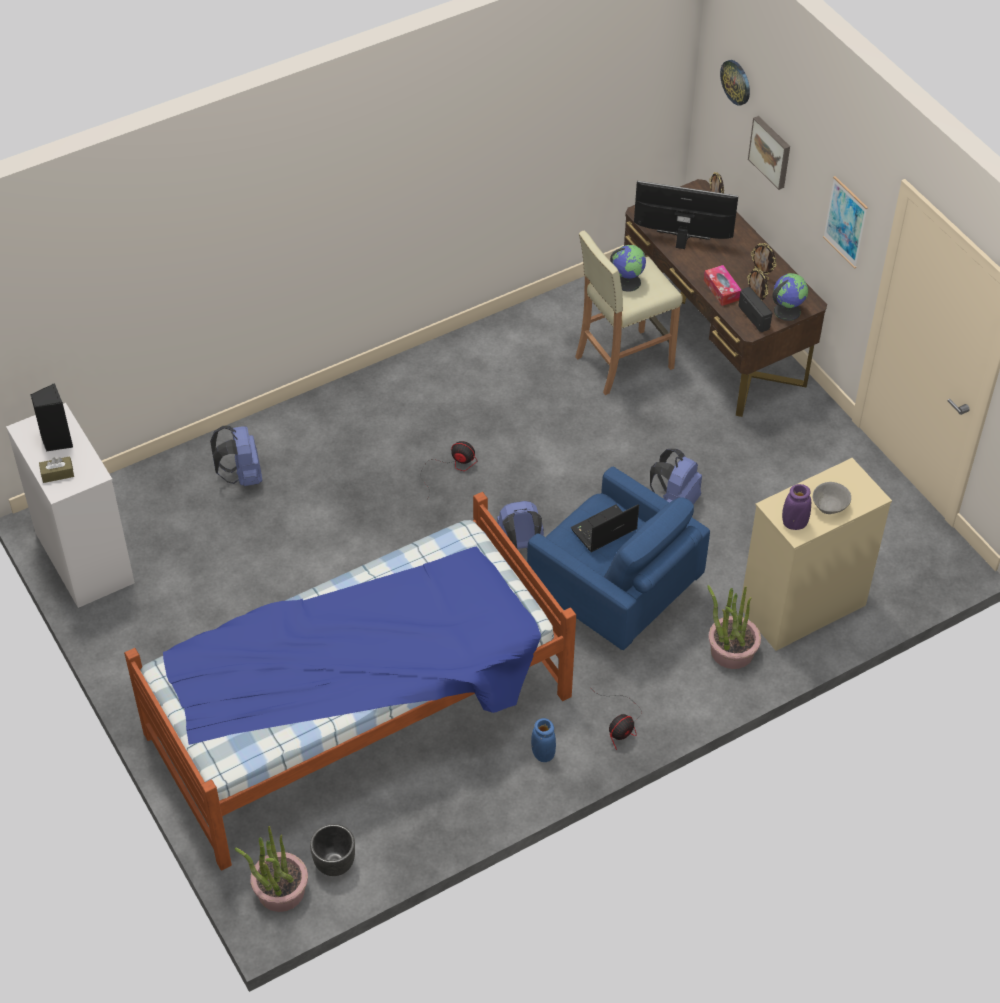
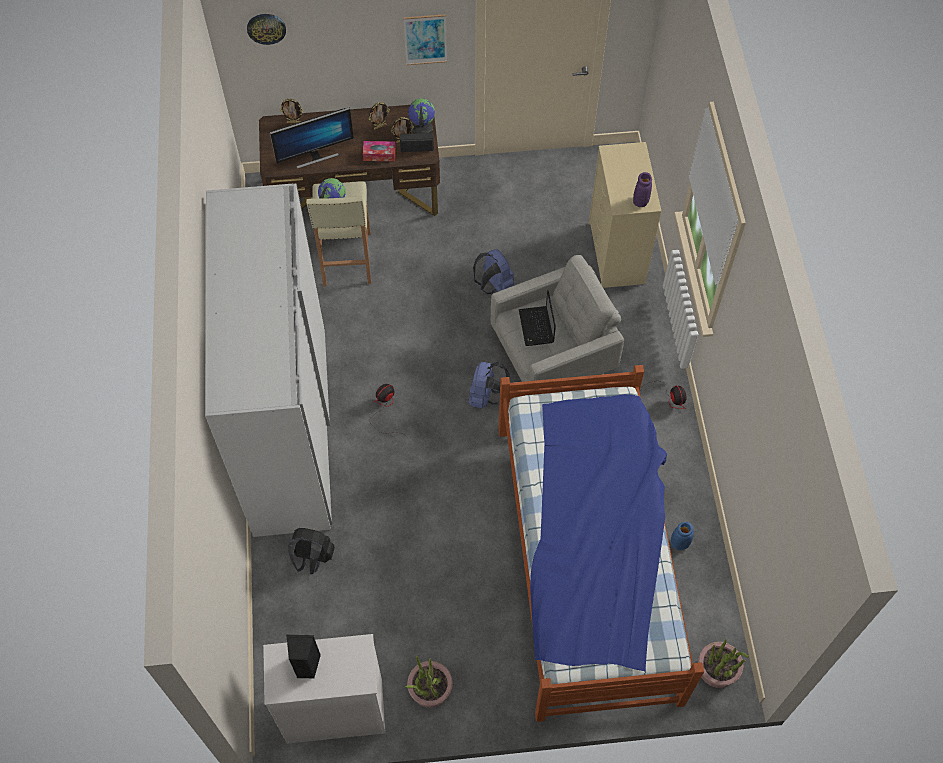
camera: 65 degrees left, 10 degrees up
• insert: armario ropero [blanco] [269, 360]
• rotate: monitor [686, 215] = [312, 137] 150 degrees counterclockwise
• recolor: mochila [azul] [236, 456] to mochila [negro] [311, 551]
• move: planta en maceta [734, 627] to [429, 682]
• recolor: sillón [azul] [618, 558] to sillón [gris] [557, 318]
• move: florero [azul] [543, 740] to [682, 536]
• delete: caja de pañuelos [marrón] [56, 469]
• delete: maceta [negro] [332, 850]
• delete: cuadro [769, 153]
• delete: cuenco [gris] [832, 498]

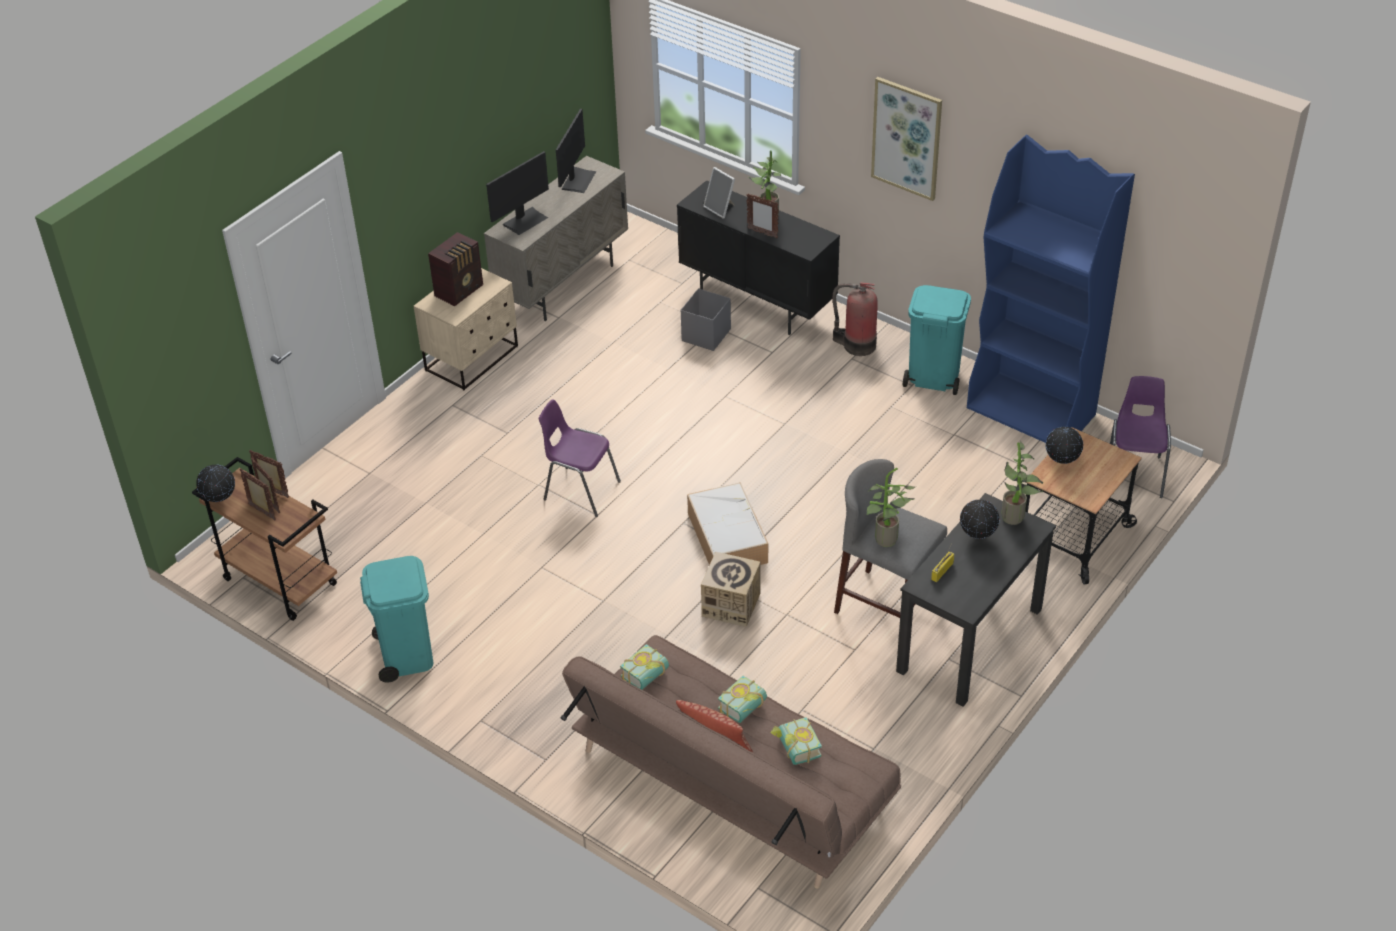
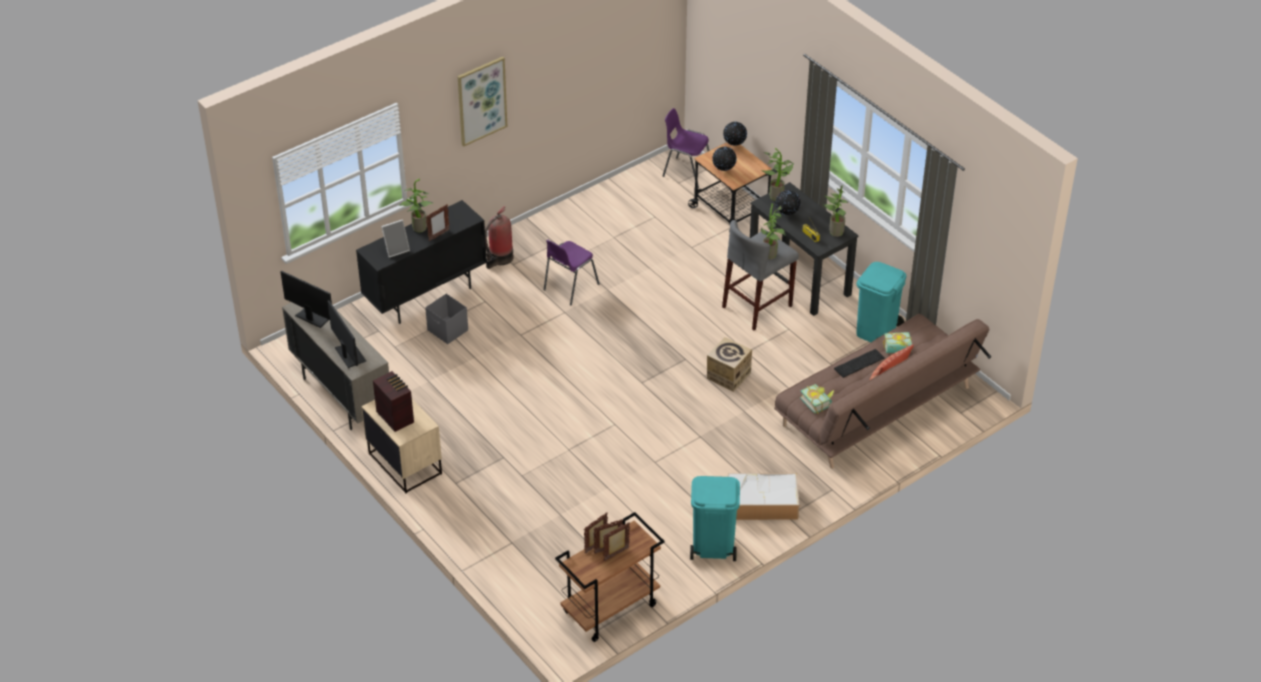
camera: 75 degrees left, 0 degrees up
• move: silla [morado] [580, 458] to [571, 272]
• move: globo terráqueo [215, 483] to [735, 134]
• move: caja de almacenaje [727, 523] to [763, 496]
• insert: planta en maceta [835, 211]
• replace: libro [742, 699] to teclado [859, 363]
• move: papelera [turquesa] [937, 340] to [881, 302]
• delete: estantería [azul] [1051, 288]

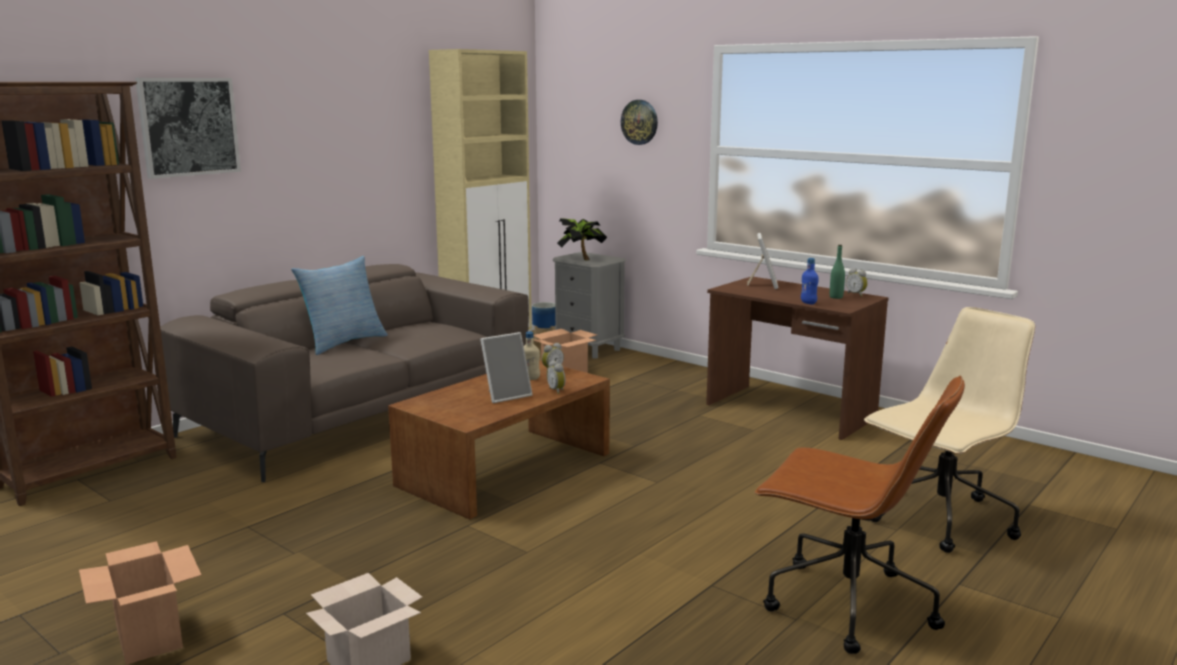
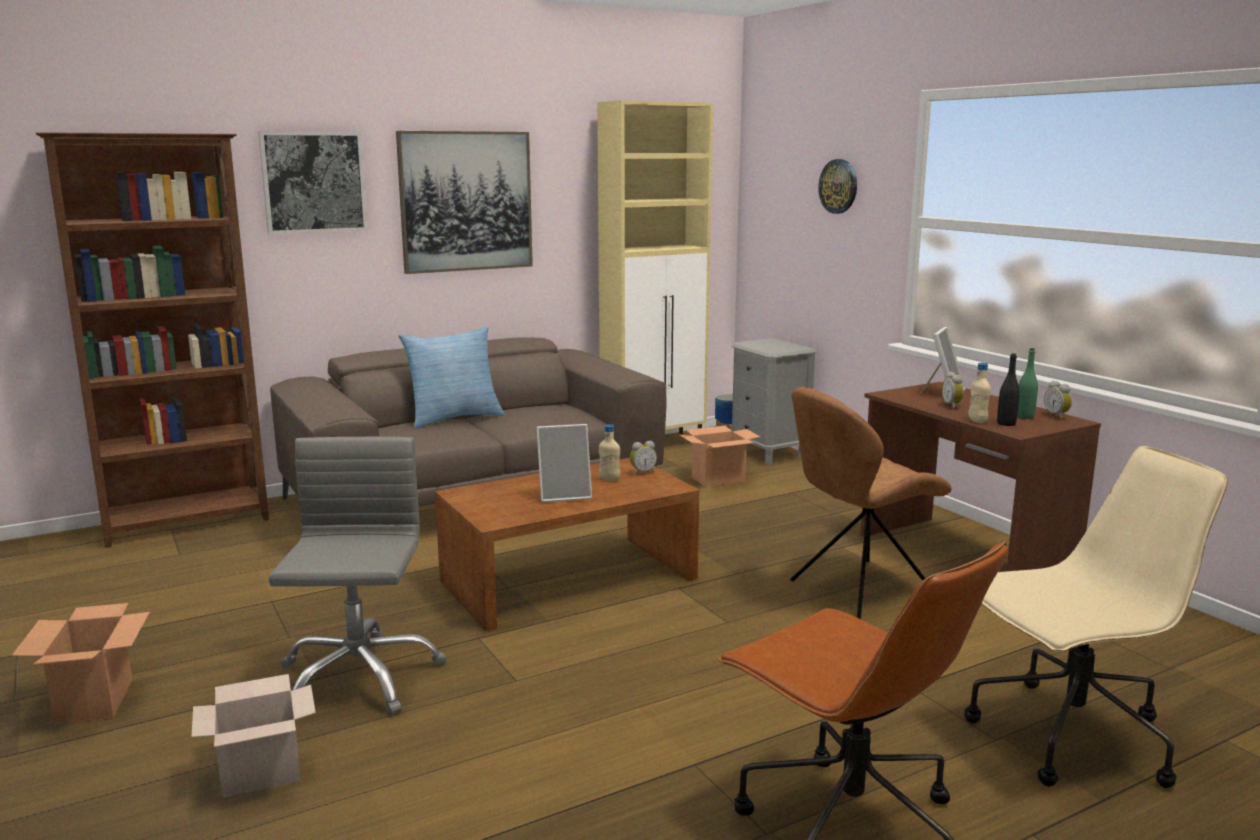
camera: 20 degrees right, 0 degrees up
• insert: silla de oficina [gris] [357, 576]
• insert: cuadro [464, 202]
• insert: silla [marrón] [871, 503]
• move: despertador [556, 377] to [953, 390]
• recolor: botella [azul] [810, 281] to botella [beis] [979, 393]
• insert: botella [negro] [1008, 389]
• delete: planta en maceta [582, 239]

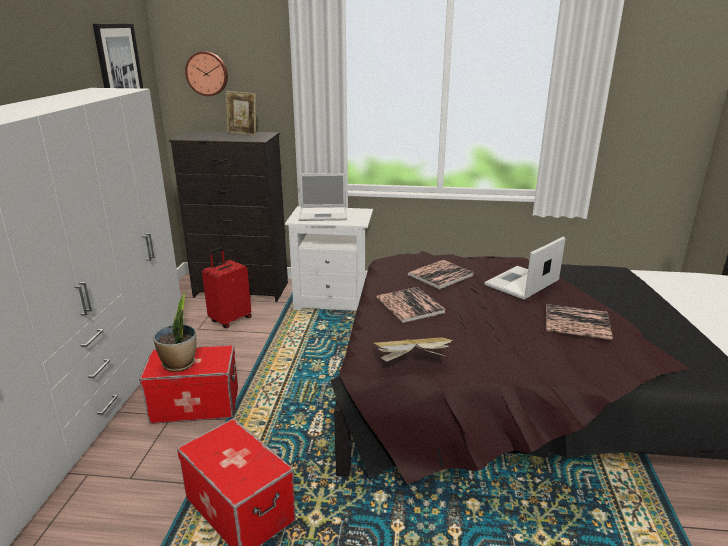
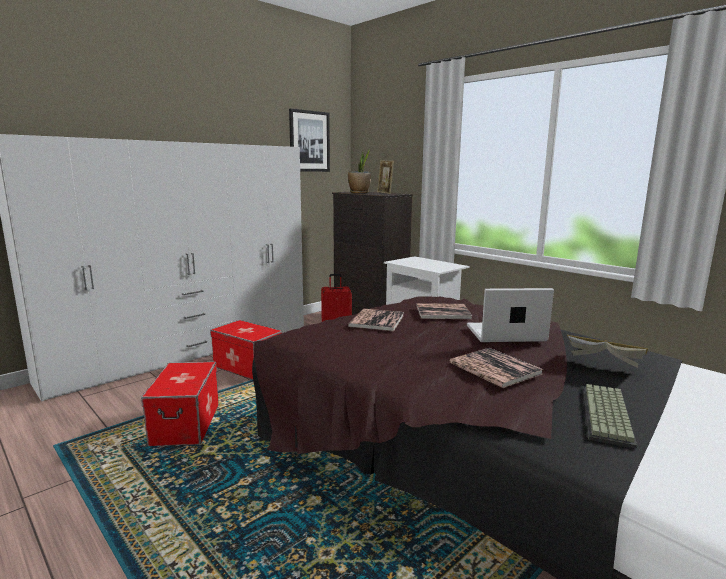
camera: 40 degrees right, 10 degrees down
• move: planta en maceta [175, 332] to [359, 171]
• move: libro [413, 349] to [607, 351]
• insert: teclado [609, 416]
• delete: reloj de pared [206, 73]
• delete: portátil [323, 197]

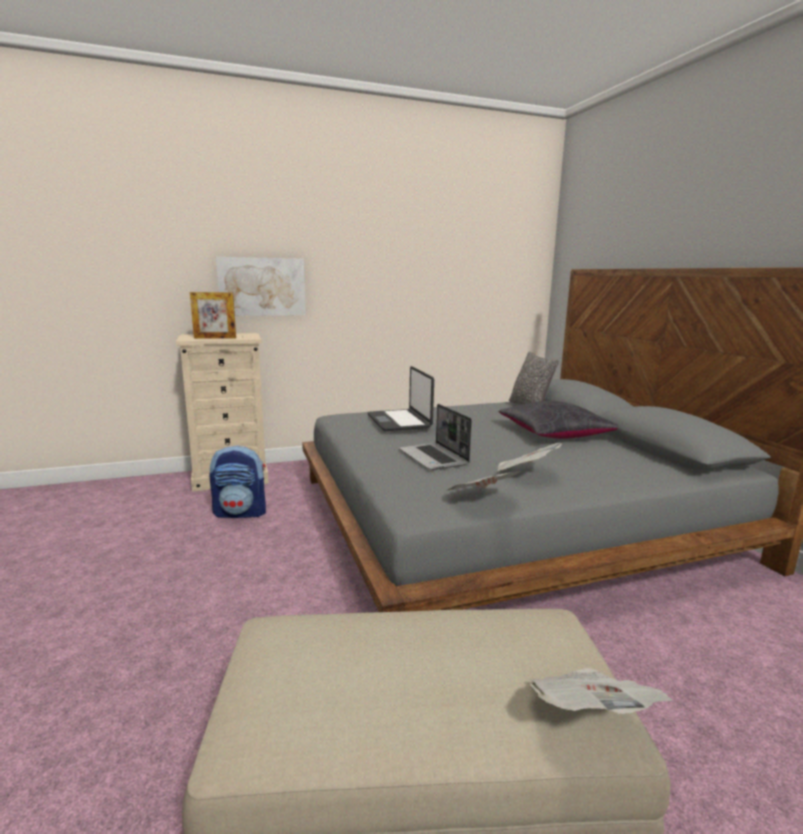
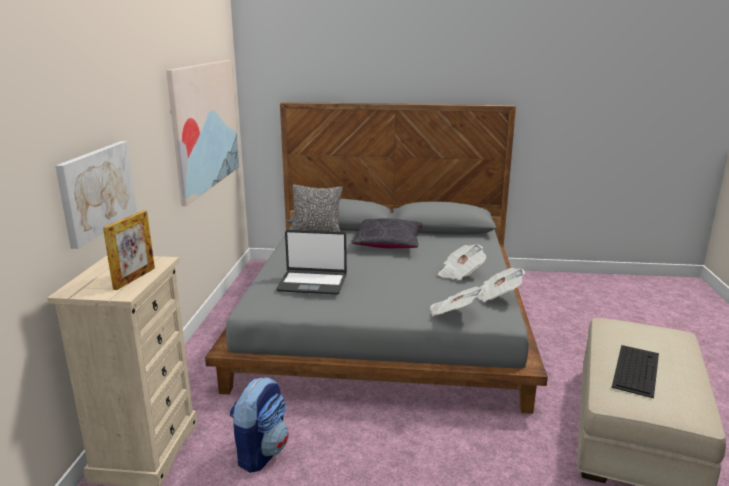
camera: 65 degrees left, 5 degrees up
• insert: cuadro [202, 133]
• move: periódico [601, 691] to [456, 301]
• insert: teclado [635, 371]
• delete: portátil [435, 437]

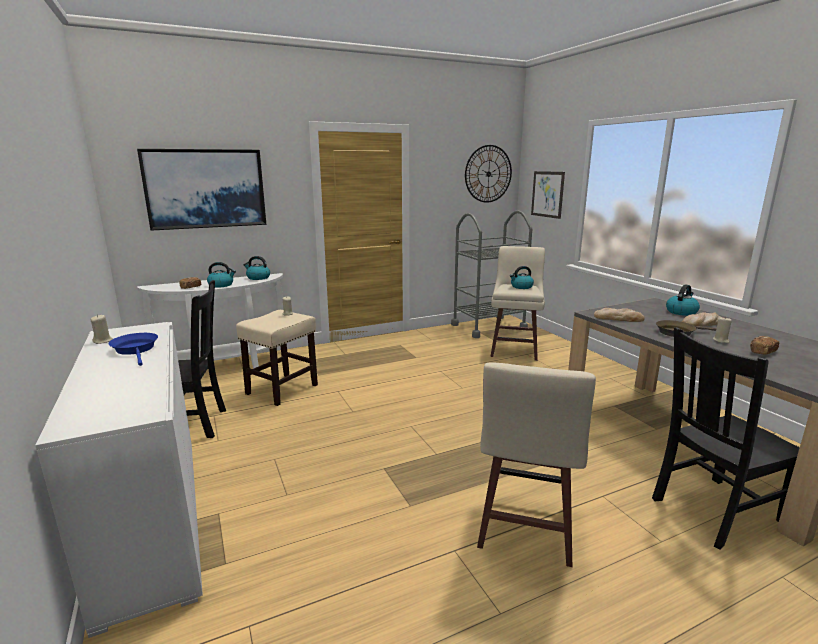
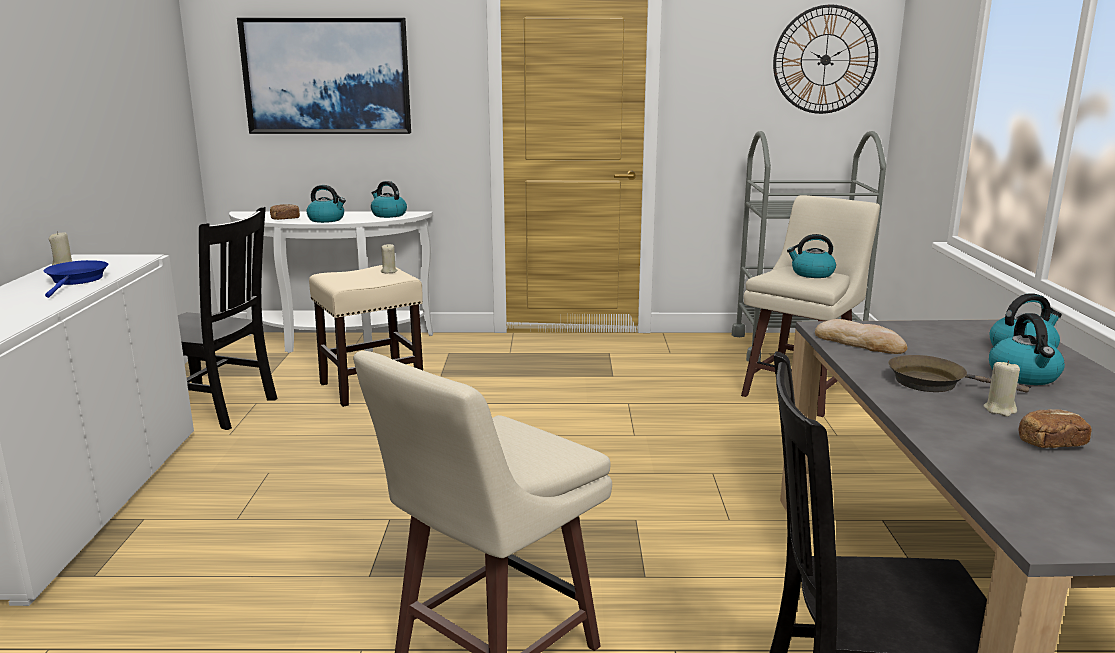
camera: 25 degrees right, 0 degrees up
• replace: pan [702, 319] to hervidor [1027, 349]
• delete: cuadro [548, 195]

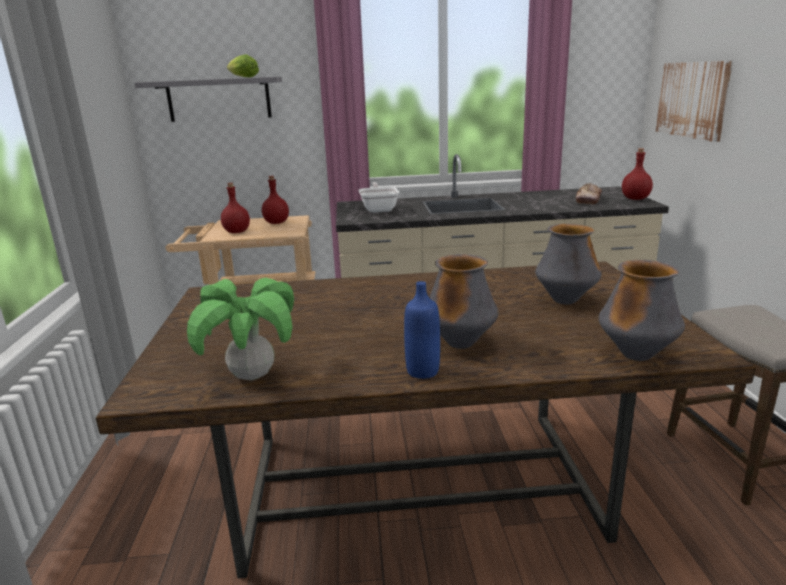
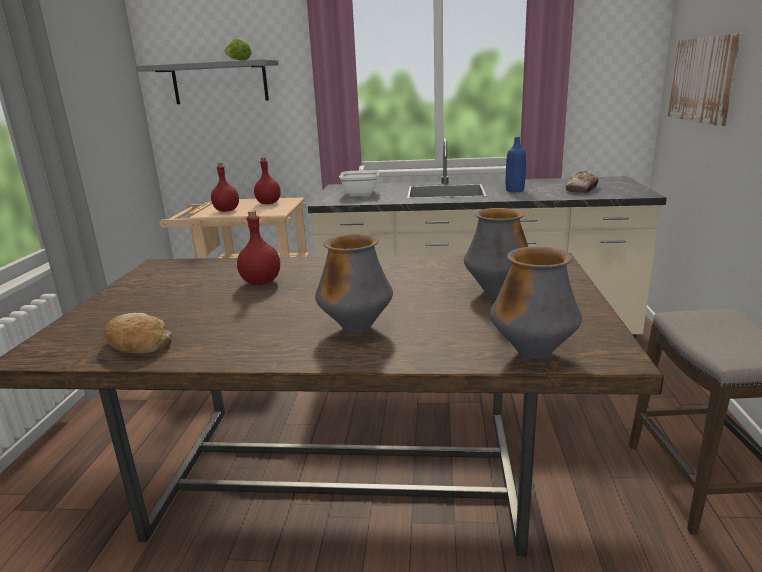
camera: 10 degrees right, 0 degrees up
• replace: planta en maceta [240, 329] to pan [138, 333]
• move: botella [rojo] [637, 174] to [258, 247]
• move: botella [azul] [422, 330] to [516, 164]

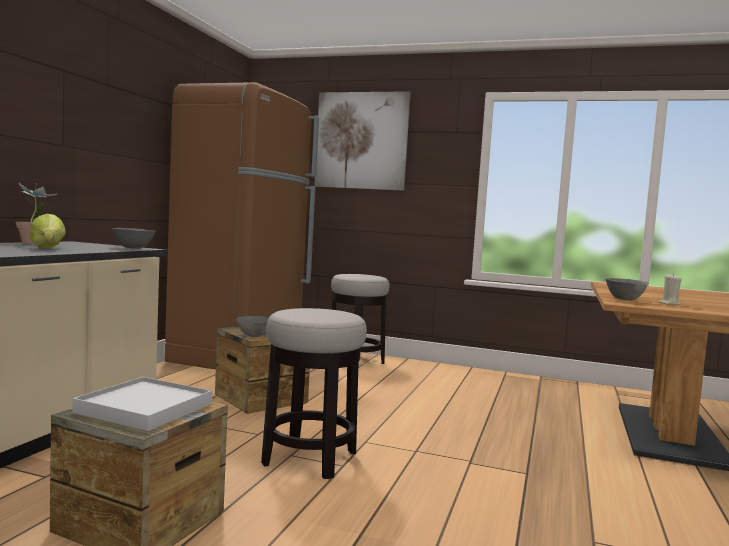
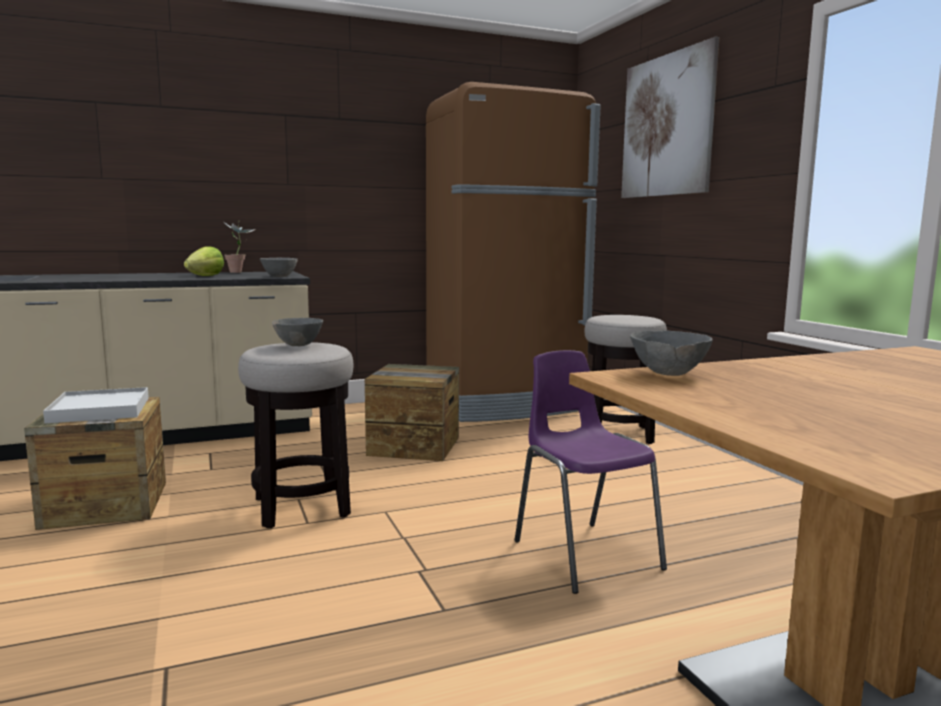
camera: 50 degrees right, 5 degrees up
• move: cuenco [gris] [252, 326] to [297, 332]
• insert: silla [morado] [591, 472]
• delete: vela [beis] [670, 289]

